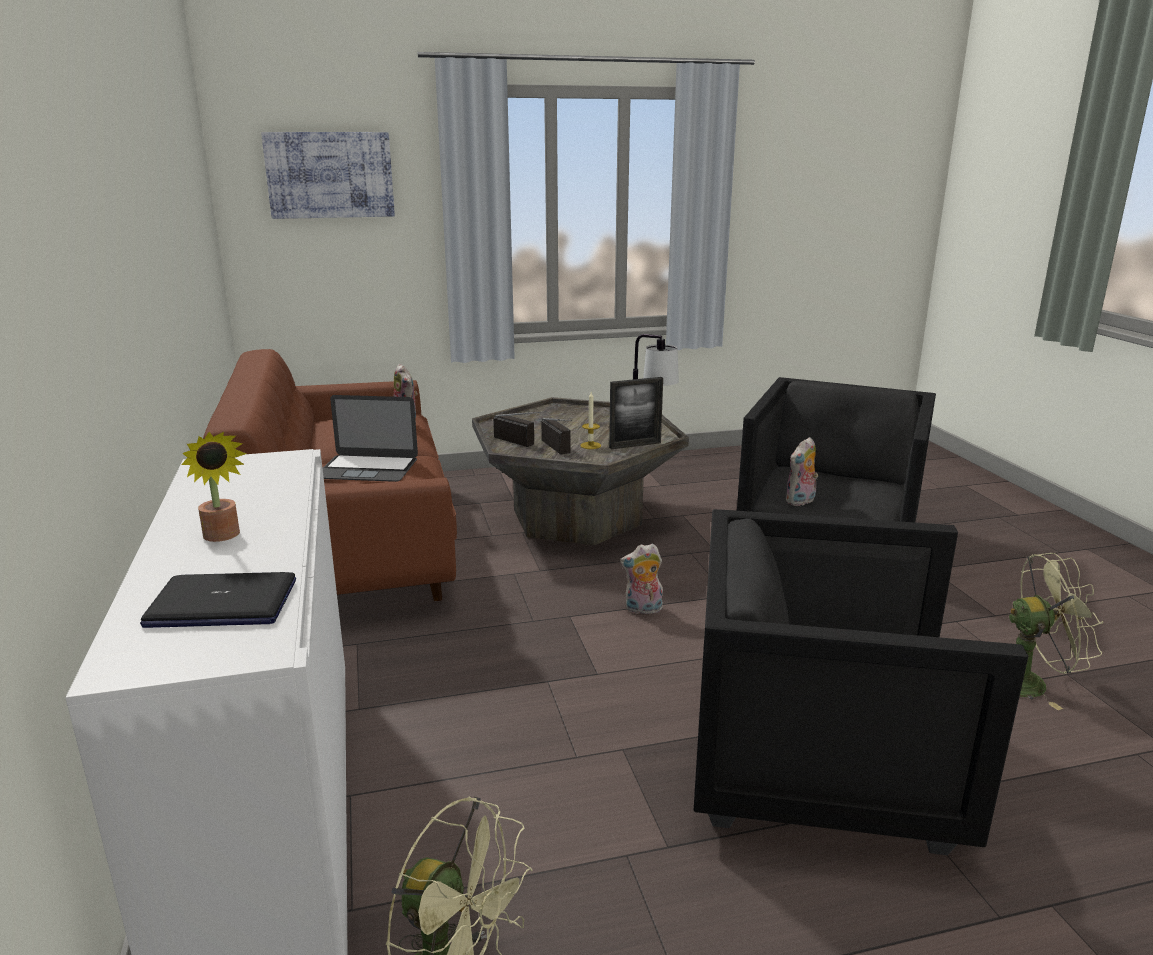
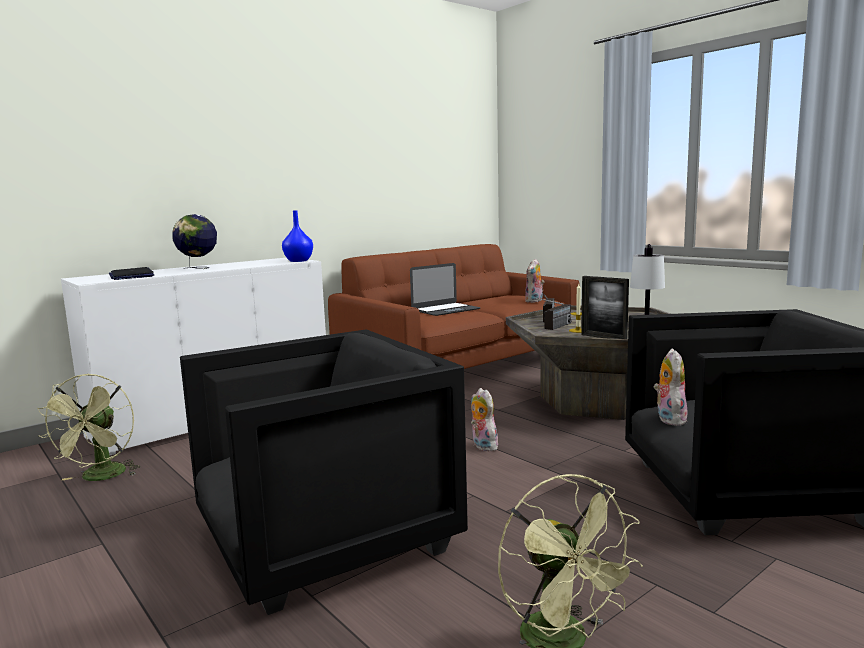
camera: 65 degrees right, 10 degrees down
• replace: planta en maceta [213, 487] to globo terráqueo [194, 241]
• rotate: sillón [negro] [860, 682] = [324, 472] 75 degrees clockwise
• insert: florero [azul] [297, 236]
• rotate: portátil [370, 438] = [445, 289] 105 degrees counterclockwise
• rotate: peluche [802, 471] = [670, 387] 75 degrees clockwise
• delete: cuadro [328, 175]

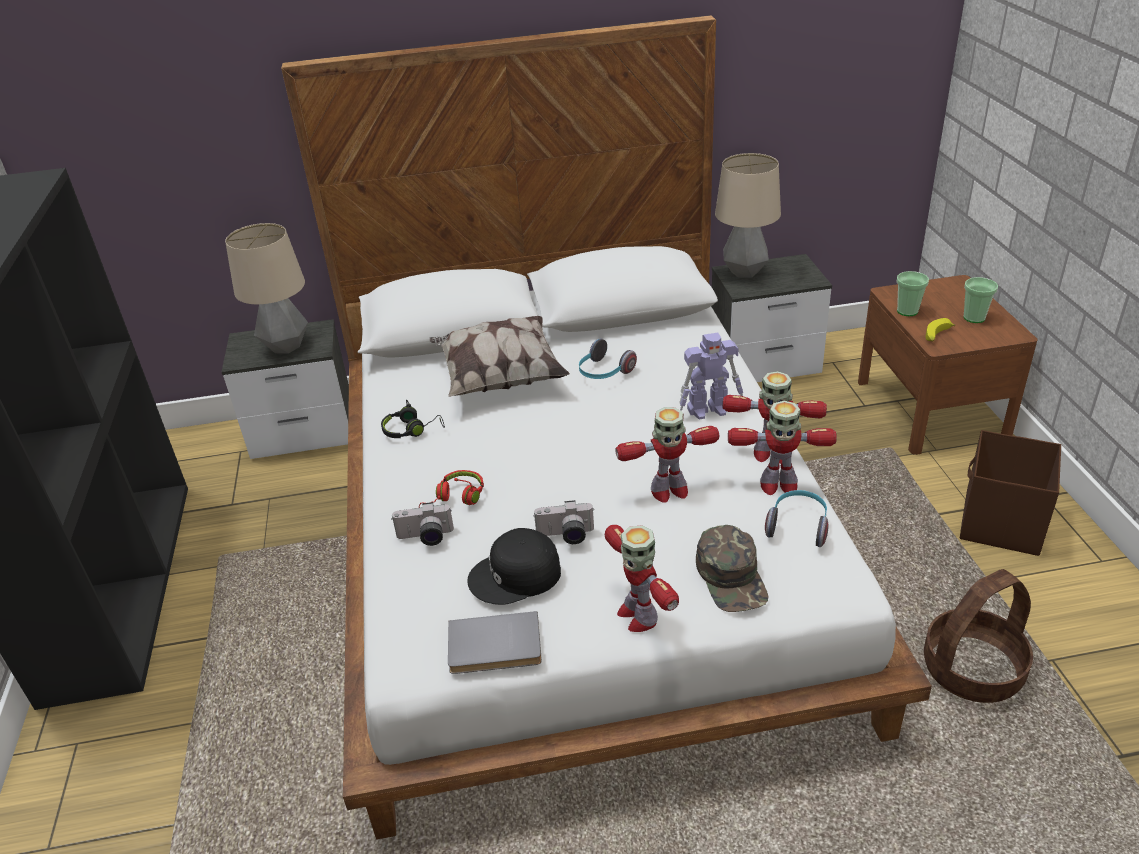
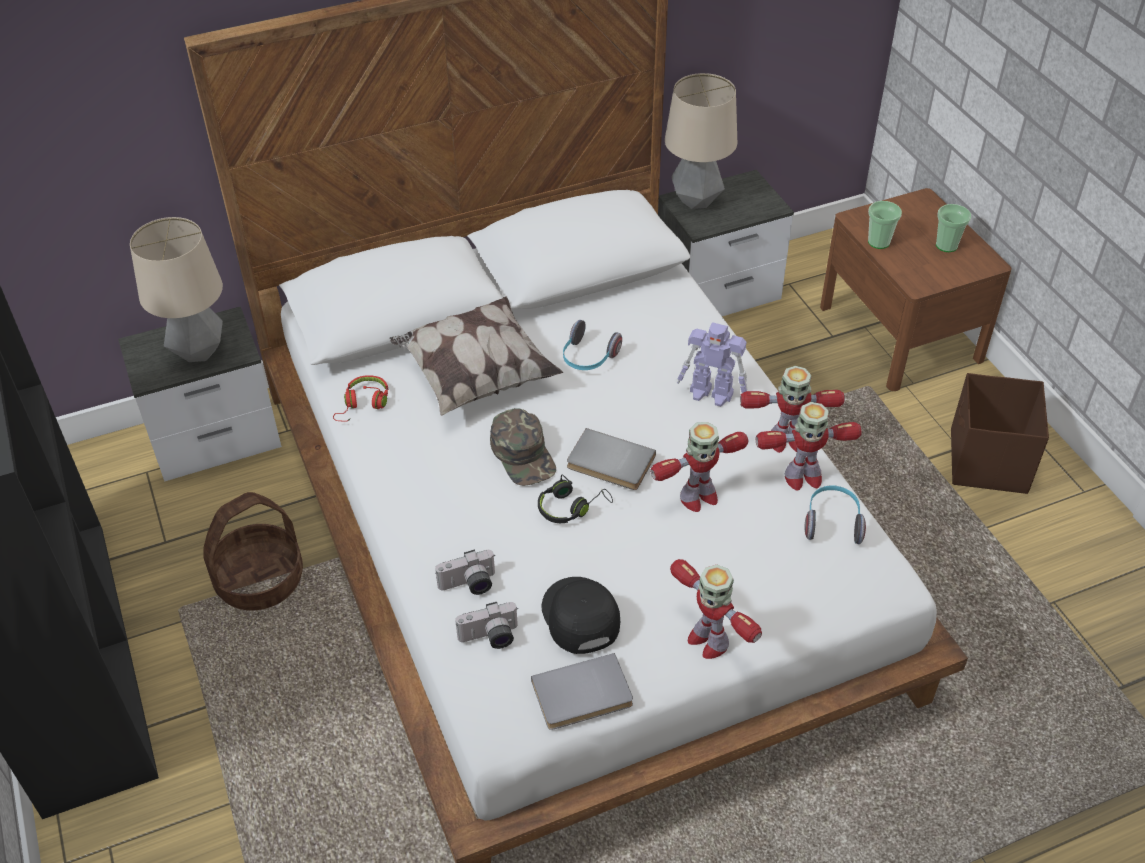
camera: 15 degrees left, 10 degrees up
• move: cesta [978, 636] to [253, 551]
• move: auriculares [rojo] [451, 488] to [360, 398]
• move: cámara [564, 522] to [486, 625]
• move: gorra [verde] [732, 568] to [523, 447]
• move: auriculares [negro] [413, 419] to [575, 499]
• rotate: gorra [negro] [514, 566] = [580, 615] 105 degrees clockwise
• insert: libro [gris] [611, 459]
• rotate: robot de juguete [711, 376] = [712, 364] 45 degrees clockwise
• delete: plátano [940, 330]

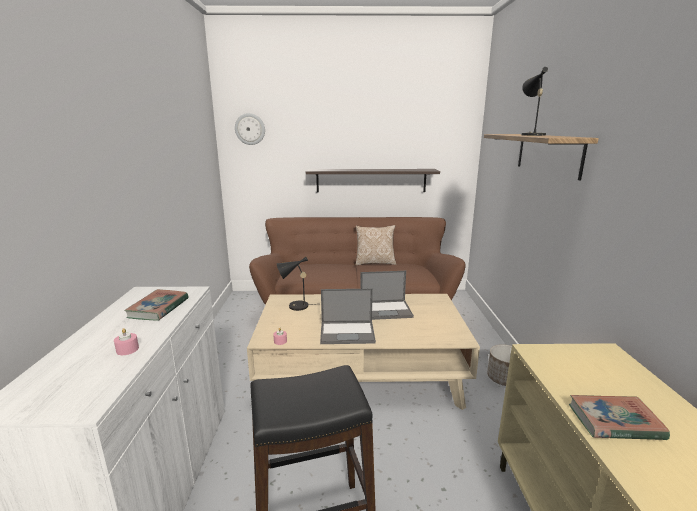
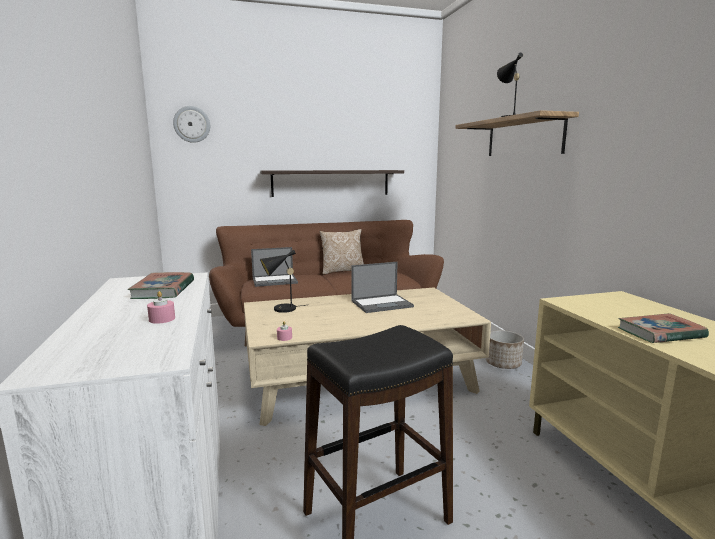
camera: 15 degrees left, 5 degrees down
• move: portátil [348, 316] to [274, 267]

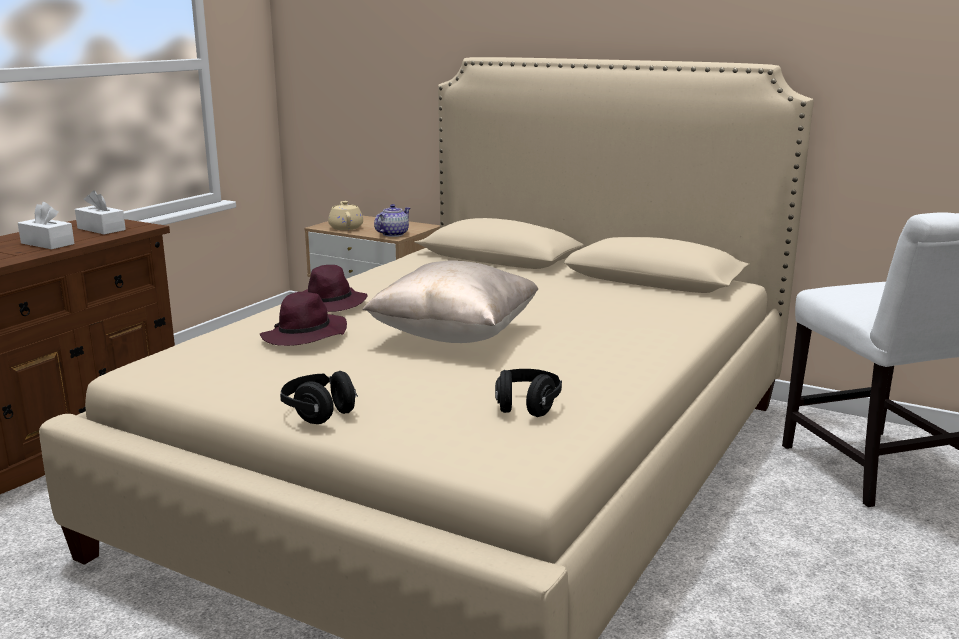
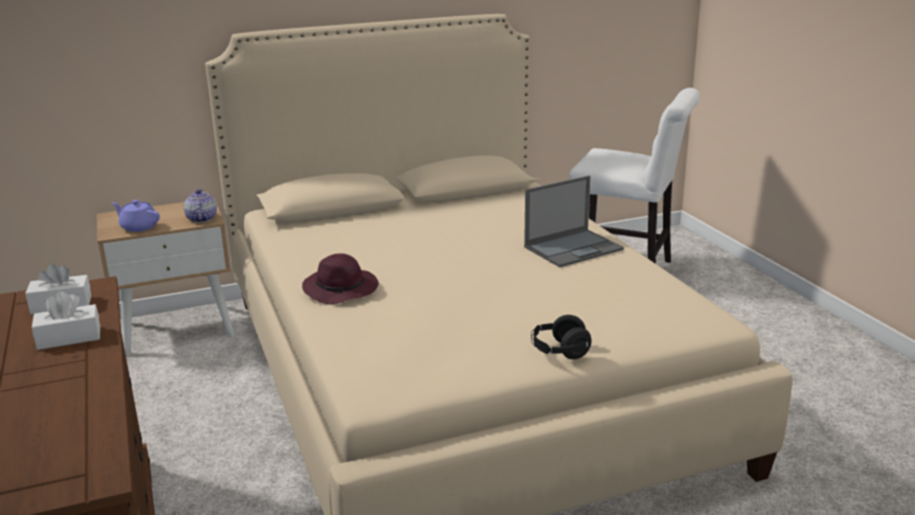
camera: 50 degrees left, 5 degrees up
• recolor: tetera [beis] [345, 215] to tetera [morado] [136, 216]
• insert: portátil [574, 221]
• delete: sombrero [morado] [303, 319]
• delete: cojín [beis] [450, 301]
• delete: auriculares [negro] [528, 393]

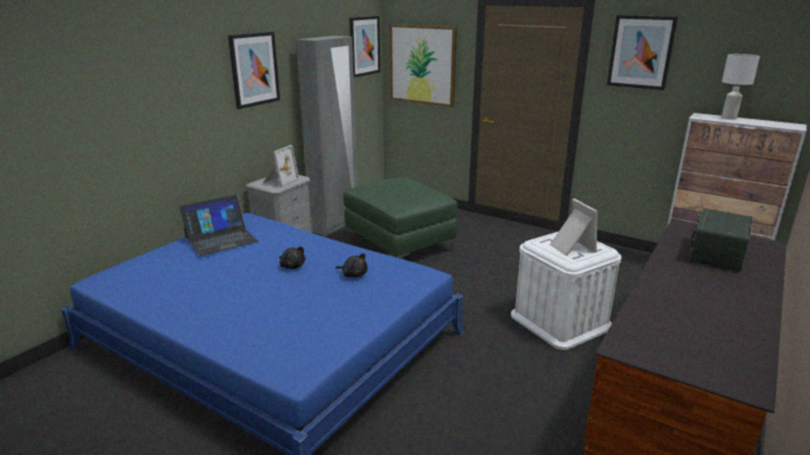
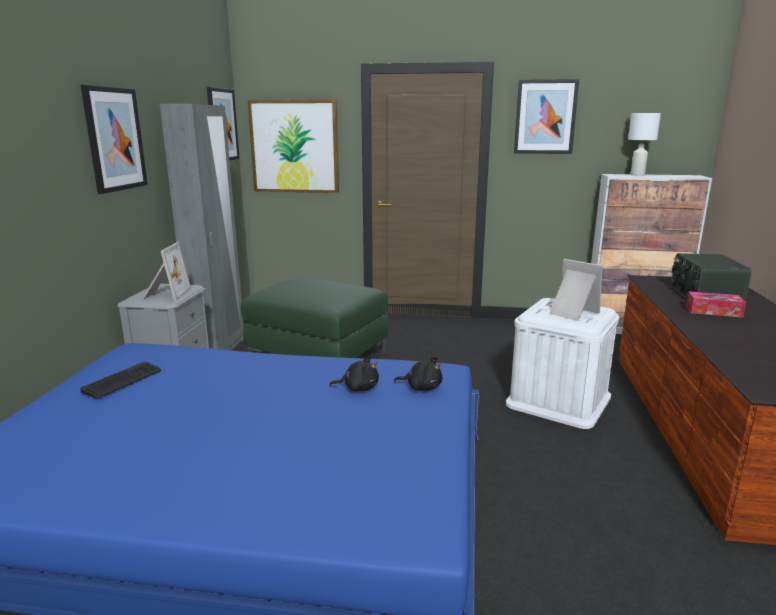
camera: 25 degrees left, 5 degrees down
• replace: portátil [219, 225] to teclado [120, 380]
• move: peluche [negro] [292, 258] to [418, 373]
• insert: caja de pañuelos [716, 304]

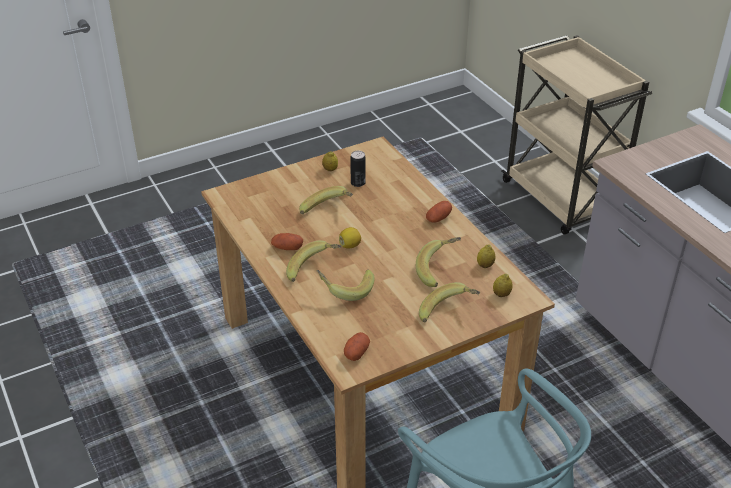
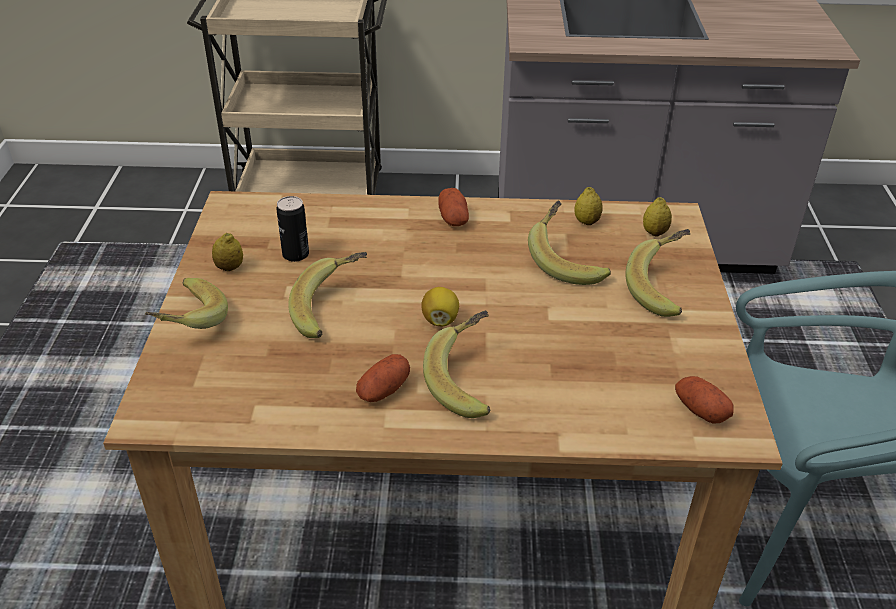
camera: 60 degrees left, 0 degrees up
• move: plátano [345, 285] to [186, 303]

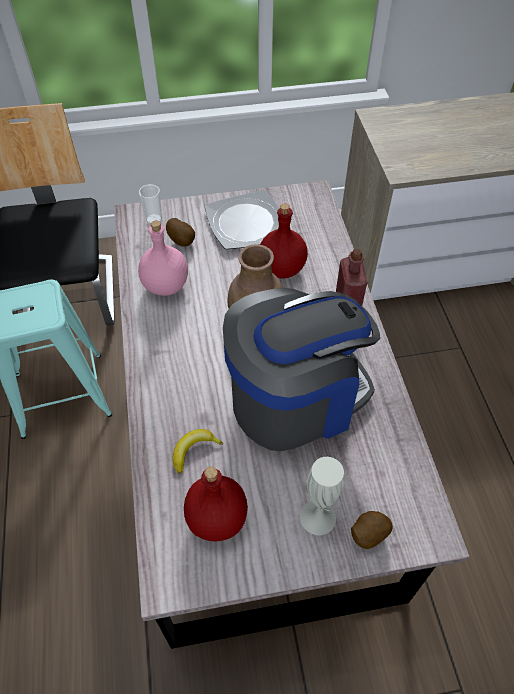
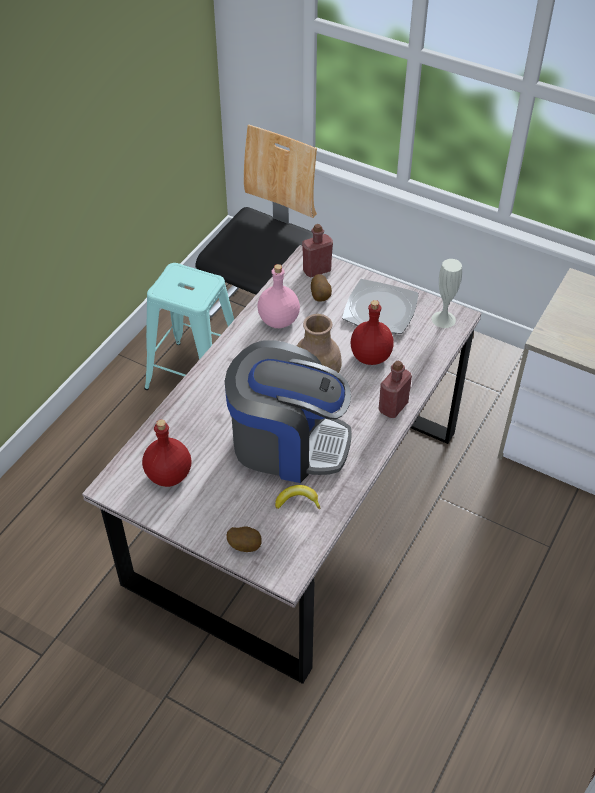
camera: 40 degrees right, 5 degrees down
• move: plátano [198, 451] to [297, 497]
• replace: taza [150, 204] to botella [rojo] [317, 251]
• move: florero [blanco] [322, 496] to [447, 293]

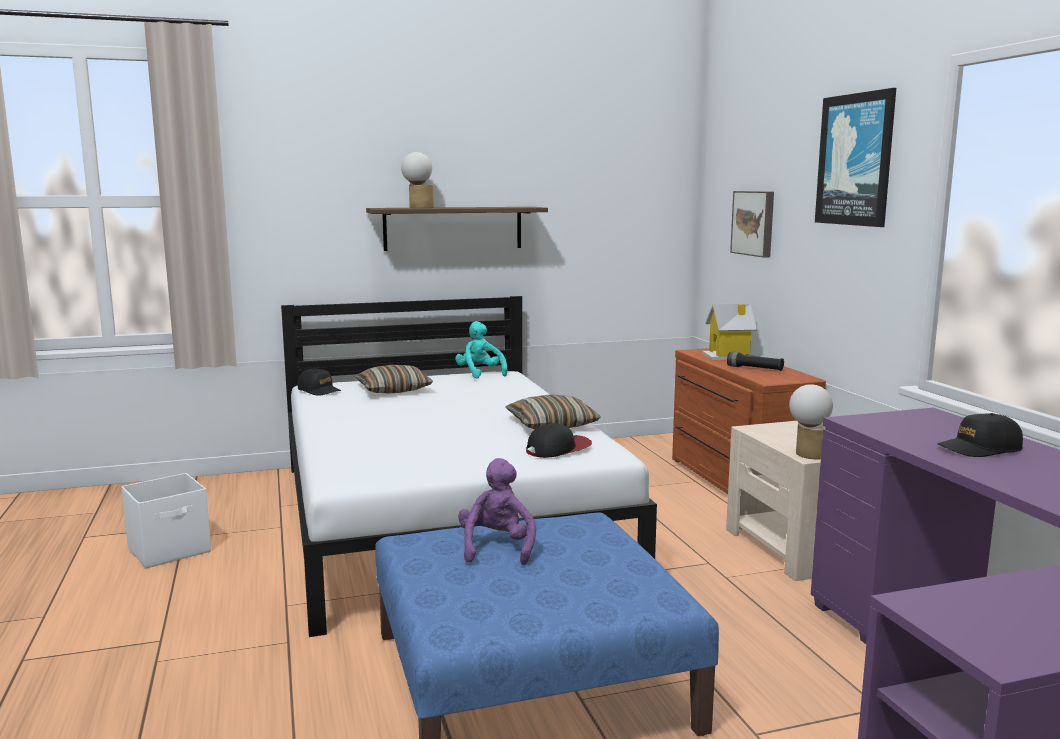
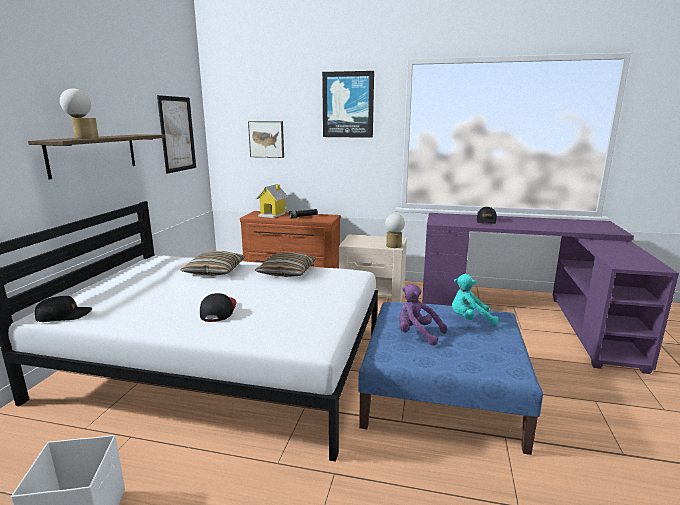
camera: 60 degrees left, 5 degrees up
• insert: cuadro [176, 134]
• move: cojín [393, 379] to [213, 263]
• move: gorra [559, 440] to [218, 307]
• move: peluche [turquesa] [481, 349] to [475, 299]

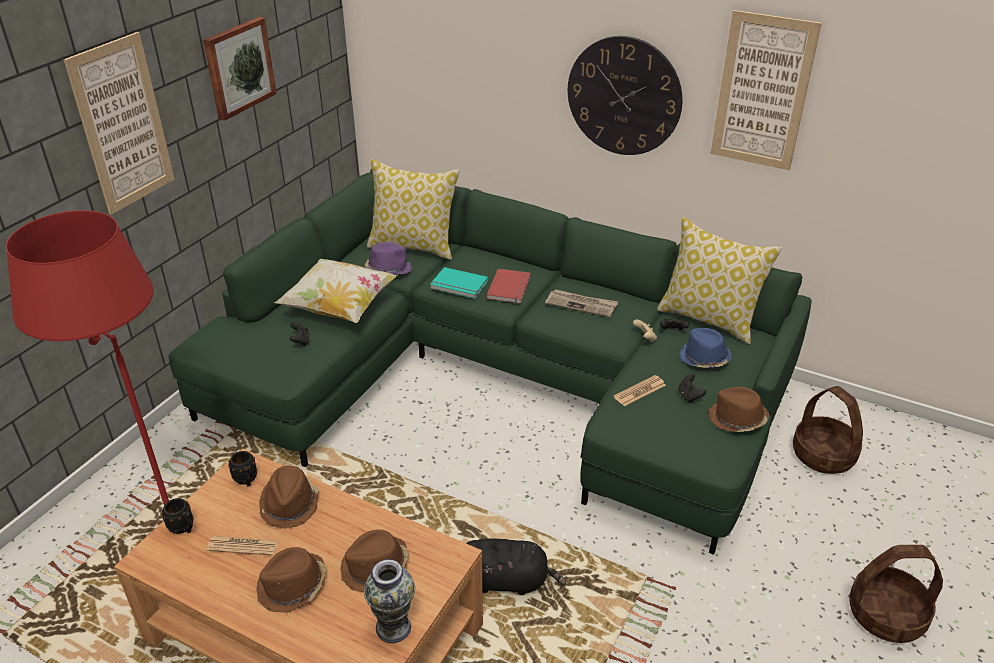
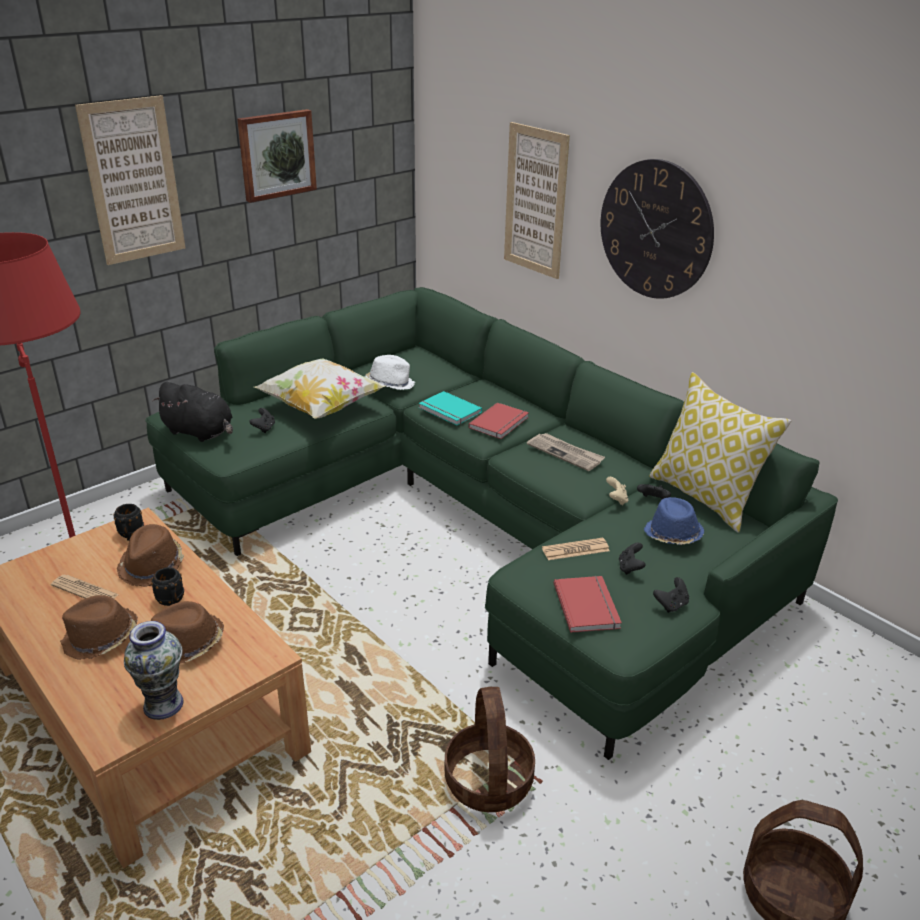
camera: 20 degrees right, 5 degrees down
• move: taza grande [negro] [177, 516] to [167, 586]
• move: peluche [negro] [516, 567] to [192, 412]
• recolor: sombrero [morado] [388, 258] to sombrero [blanco] [390, 372]
• move: cesta [828, 430] to [490, 749]
• move: cuadro [766, 90] to [537, 200]
• insert: libro [rojo] [588, 604]
• replace: sombrero [marrón] [739, 409] to mando de consola [negro] [671, 595]
• delete: cojín [413, 209]

